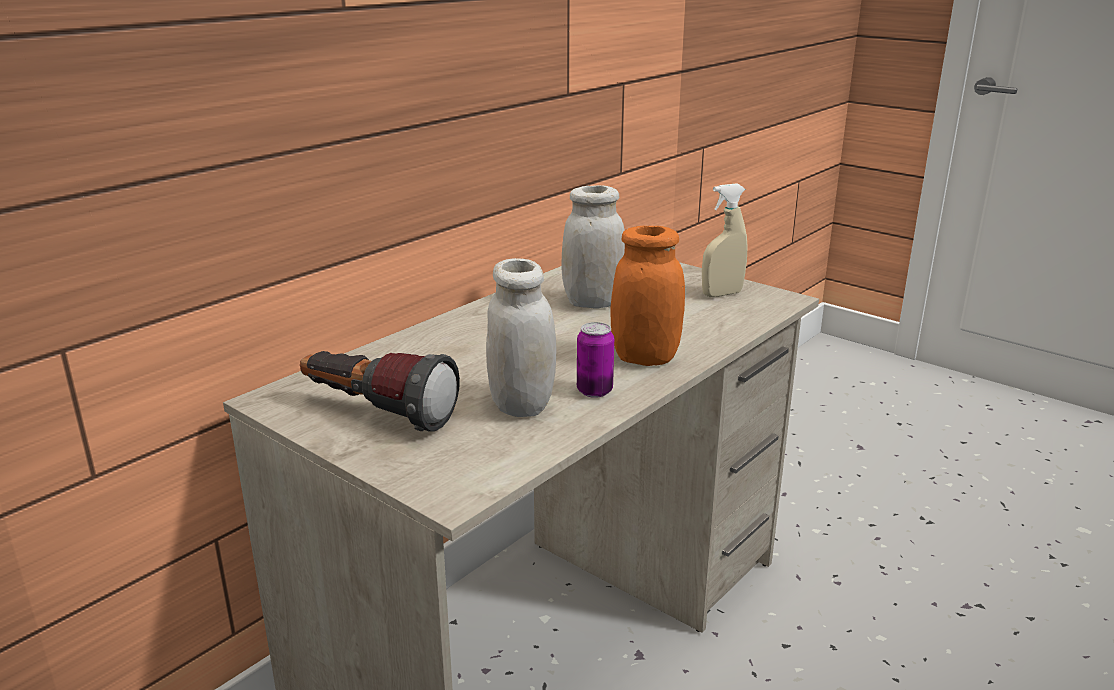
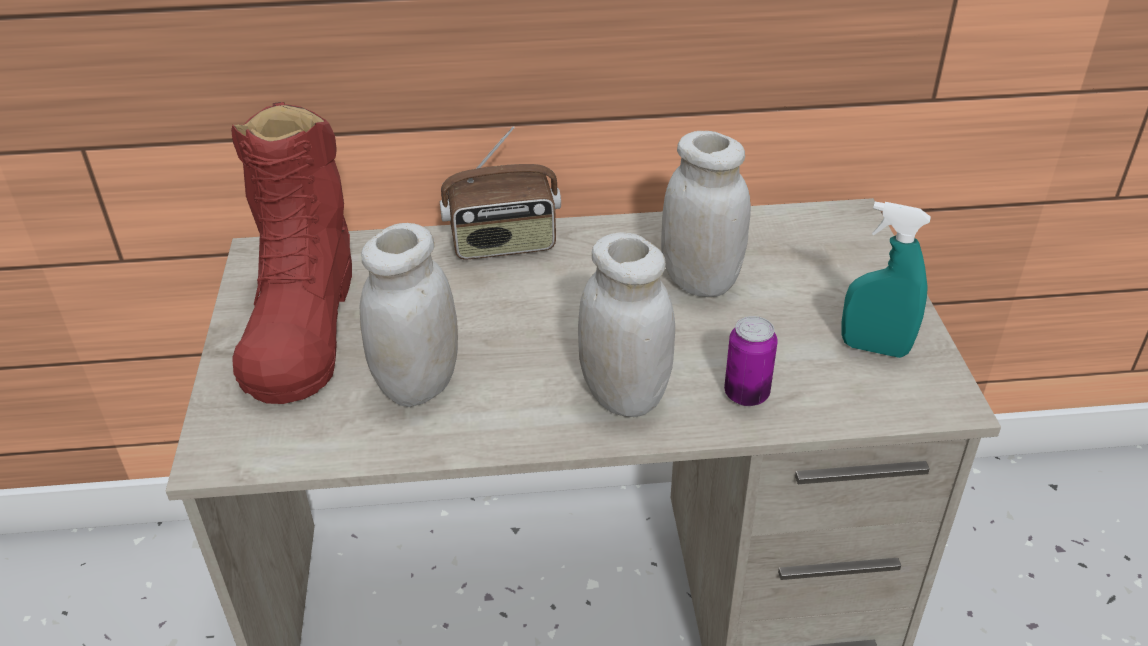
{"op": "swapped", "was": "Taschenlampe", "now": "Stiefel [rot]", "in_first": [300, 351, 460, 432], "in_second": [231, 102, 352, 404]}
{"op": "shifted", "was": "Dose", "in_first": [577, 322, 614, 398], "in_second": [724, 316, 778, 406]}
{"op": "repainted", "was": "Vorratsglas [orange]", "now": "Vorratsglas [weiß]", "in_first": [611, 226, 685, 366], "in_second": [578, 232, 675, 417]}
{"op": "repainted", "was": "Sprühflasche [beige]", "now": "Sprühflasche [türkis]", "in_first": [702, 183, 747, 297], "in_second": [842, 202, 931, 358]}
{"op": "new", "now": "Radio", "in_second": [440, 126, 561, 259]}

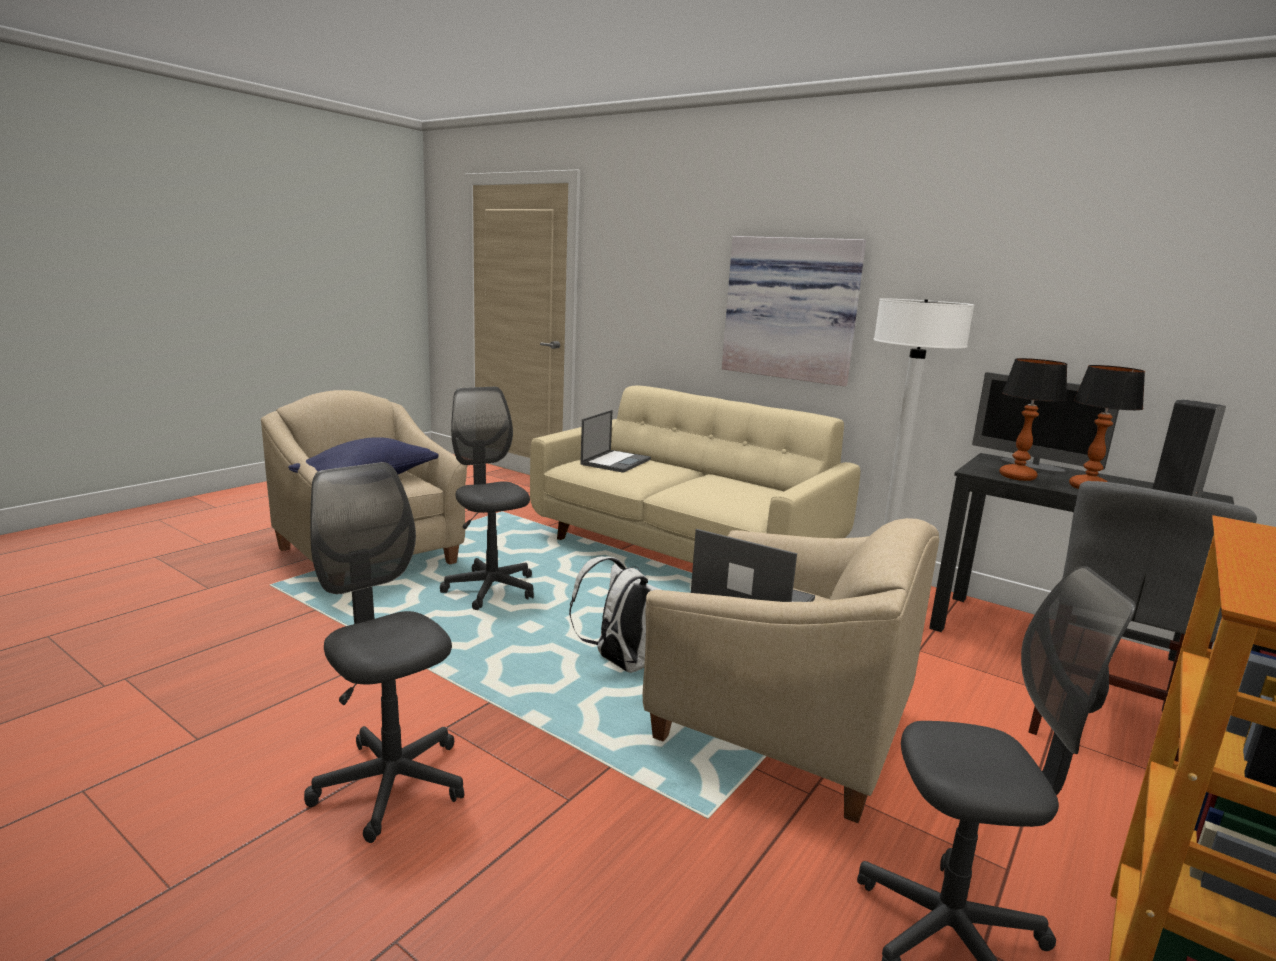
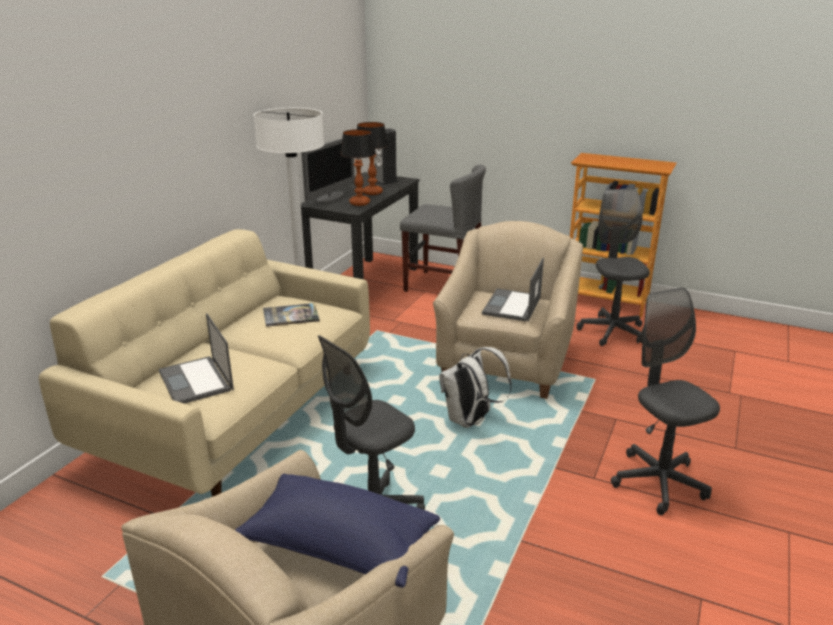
{"op": "rotated", "was": "Bürostuhl [grau]", "in_first": [304, 462, 464, 843], "in_second": [611, 287, 720, 515], "clockwise": 120}
{"op": "rotated", "was": "Laptop", "in_first": [580, 410, 651, 473], "in_second": [159, 313, 234, 404], "clockwise": -135}
{"op": "gone", "was": "Bild", "in_first": [722, 236, 866, 386]}
{"op": "new", "now": "Buch", "in_second": [263, 303, 320, 327]}

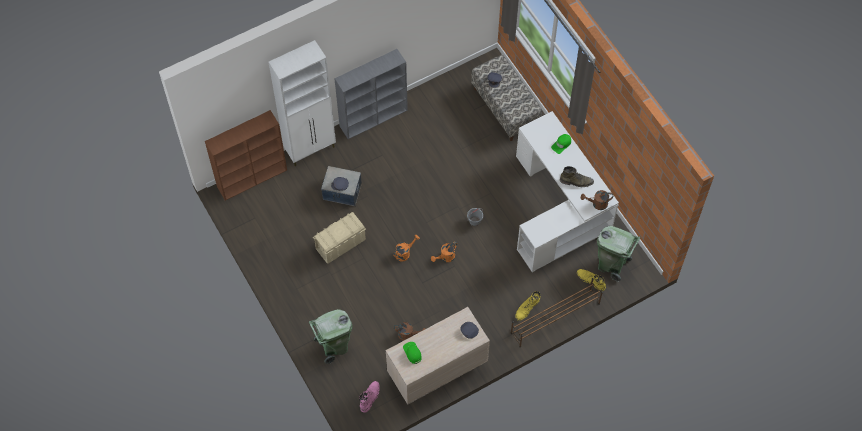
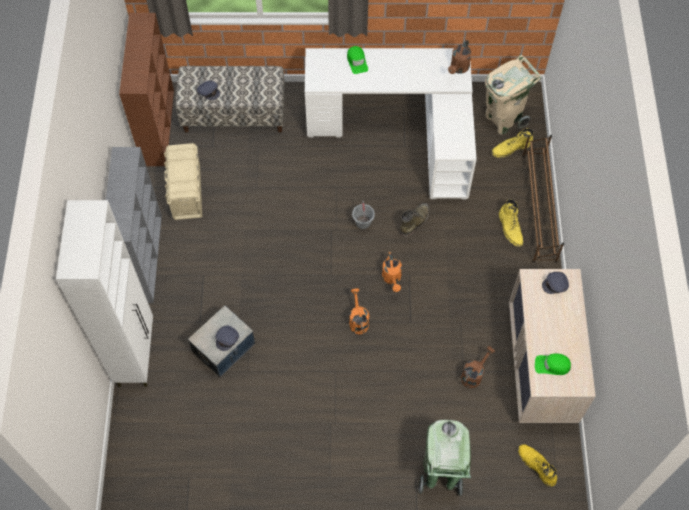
{"op": "shifted", "was": "Bücherregal [braun]", "in_first": [205, 110, 287, 200], "in_second": [119, 13, 174, 166]}
{"op": "shifted", "was": "Aufbewahrungsbox [beige]", "in_first": [313, 212, 366, 264], "in_second": [164, 143, 202, 220]}
{"op": "repainted", "was": "Stiefel [rosa]", "now": "Stiefel [gelb]", "in_first": [359, 381, 380, 413], "in_second": [518, 444, 557, 487]}
{"op": "shifted", "was": "Stiefel [grün]", "in_first": [560, 166, 594, 187], "in_second": [400, 203, 430, 238]}
{"op": "repainted", "was": "Mülleimer [grün]", "now": "Mülleimer [beige]", "in_first": [597, 226, 641, 282], "in_second": [485, 54, 541, 135]}

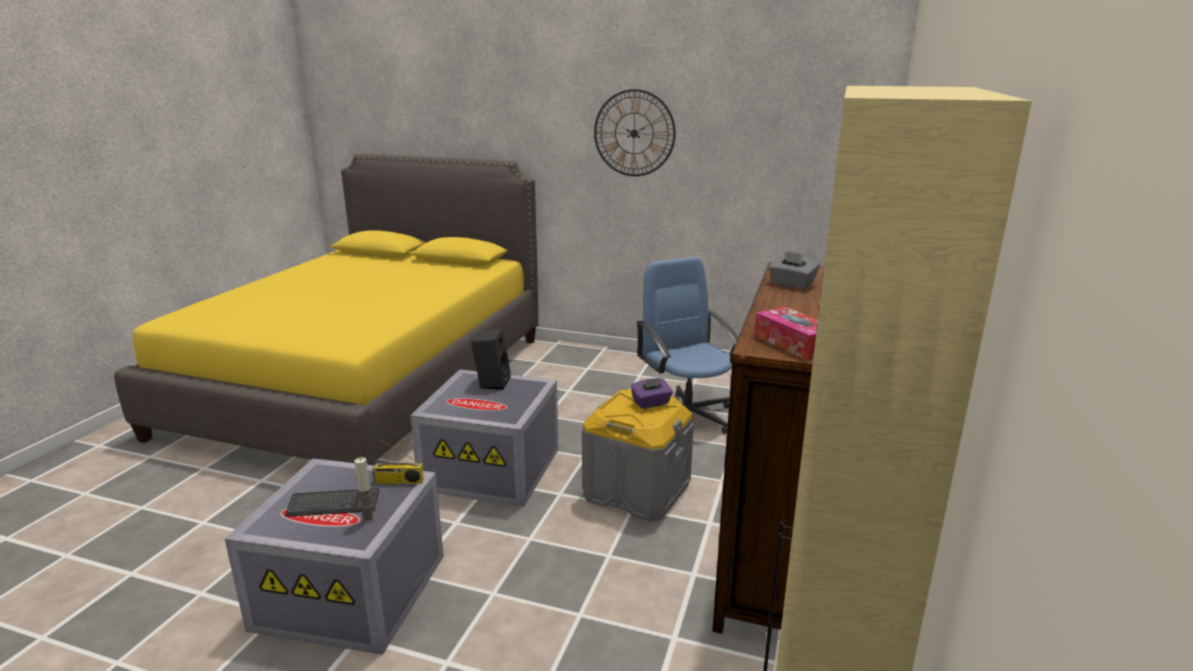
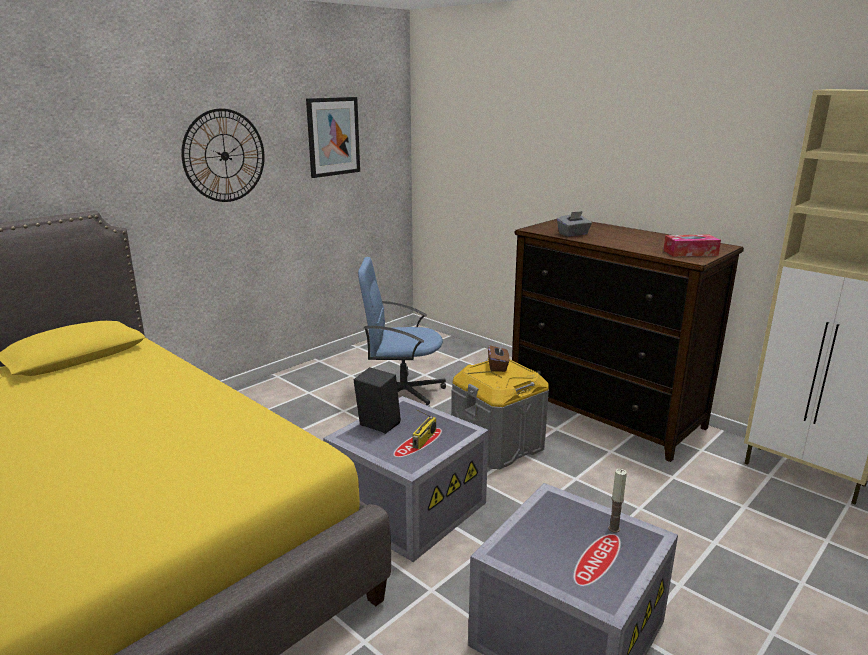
{"op": "gone", "was": "Tastatur", "in_first": [285, 488, 379, 517]}
{"op": "shifted", "was": "Radio", "in_first": [372, 440, 424, 484], "in_second": [413, 409, 436, 449]}
{"op": "repainted", "was": "Taschentuchbox [lila]", "now": "Taschentuchbox [braun]", "in_first": [631, 378, 673, 409], "in_second": [488, 344, 509, 372]}
{"op": "new", "now": "Bild", "in_second": [306, 97, 360, 178]}

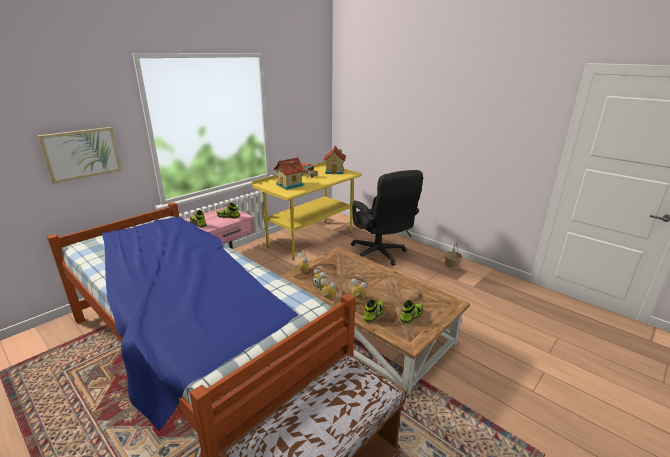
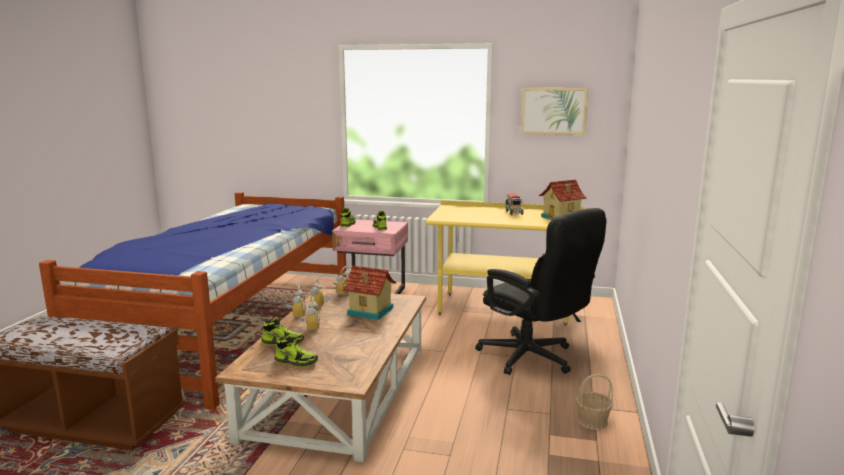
{"op": "shifted", "was": "Bild", "in_first": [37, 127, 122, 184], "in_second": [521, 88, 588, 135]}
{"op": "shifted", "was": "Spielzeughaus", "in_first": [273, 157, 305, 190], "in_second": [343, 266, 396, 320]}
{"op": "rotated", "was": "Bürostuhl [schwarz]", "in_first": [351, 170, 423, 266], "in_second": [475, 208, 607, 375], "clockwise": -75}

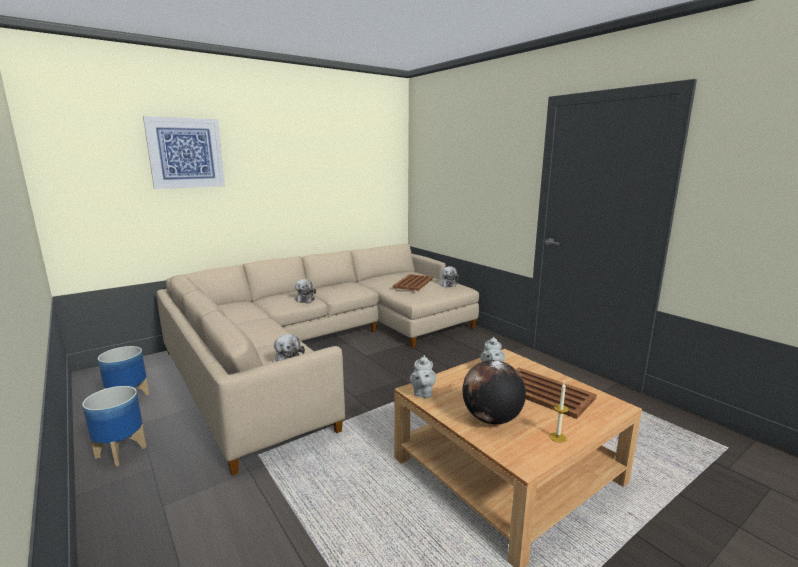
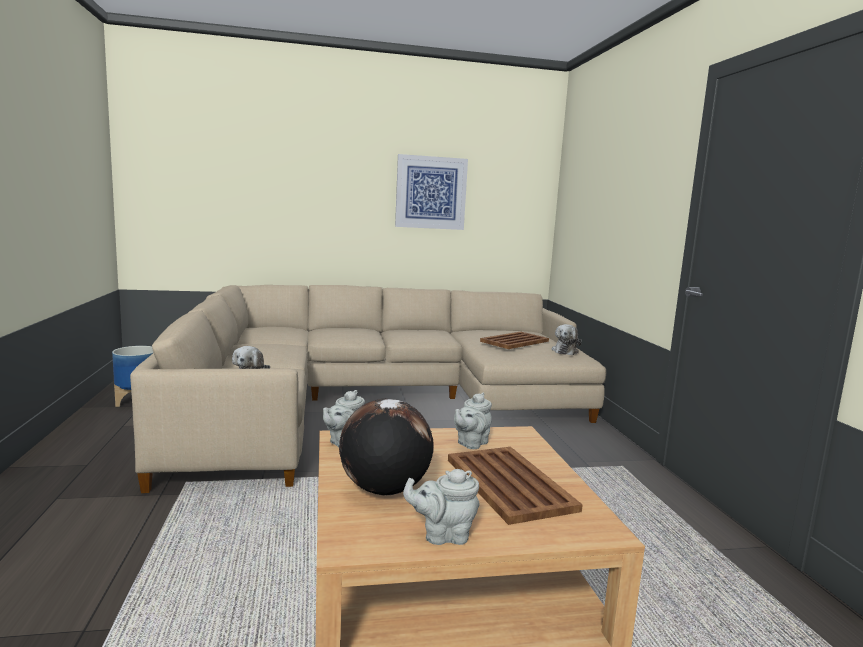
{"op": "gone", "was": "Pflanzkübel", "in_first": [82, 386, 147, 467]}
{"op": "shifted", "was": "Bild", "in_first": [143, 116, 225, 189], "in_second": [395, 154, 468, 230]}
{"op": "gone", "was": "Plüschtier", "in_first": [294, 279, 316, 303]}
{"op": "swapped", "was": "Kerze", "now": "Teekanne [grau]", "in_first": [549, 383, 569, 443], "in_second": [403, 469, 479, 545]}

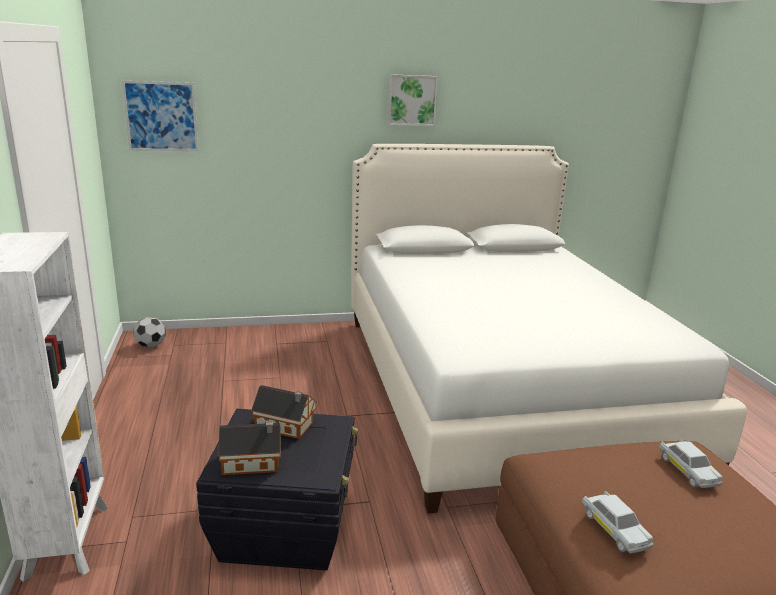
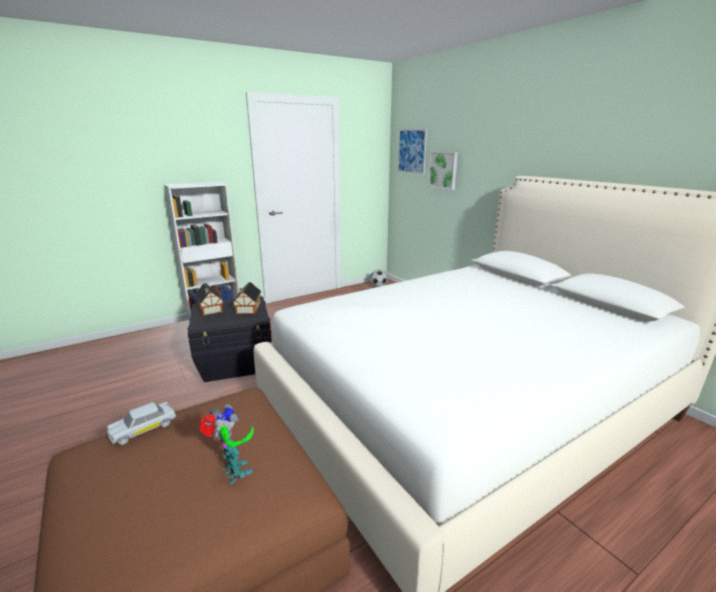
{"op": "shifted", "was": "Bild", "in_first": [388, 74, 438, 126], "in_second": [428, 152, 458, 190]}
{"op": "swapped", "was": "Spielzeugauto [weiß]", "now": "Spielzeugroboter", "in_first": [659, 440, 723, 488], "in_second": [199, 404, 254, 484]}

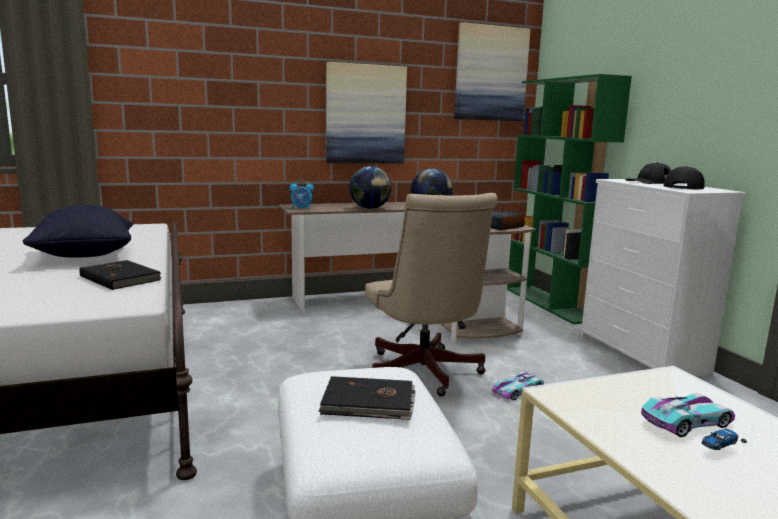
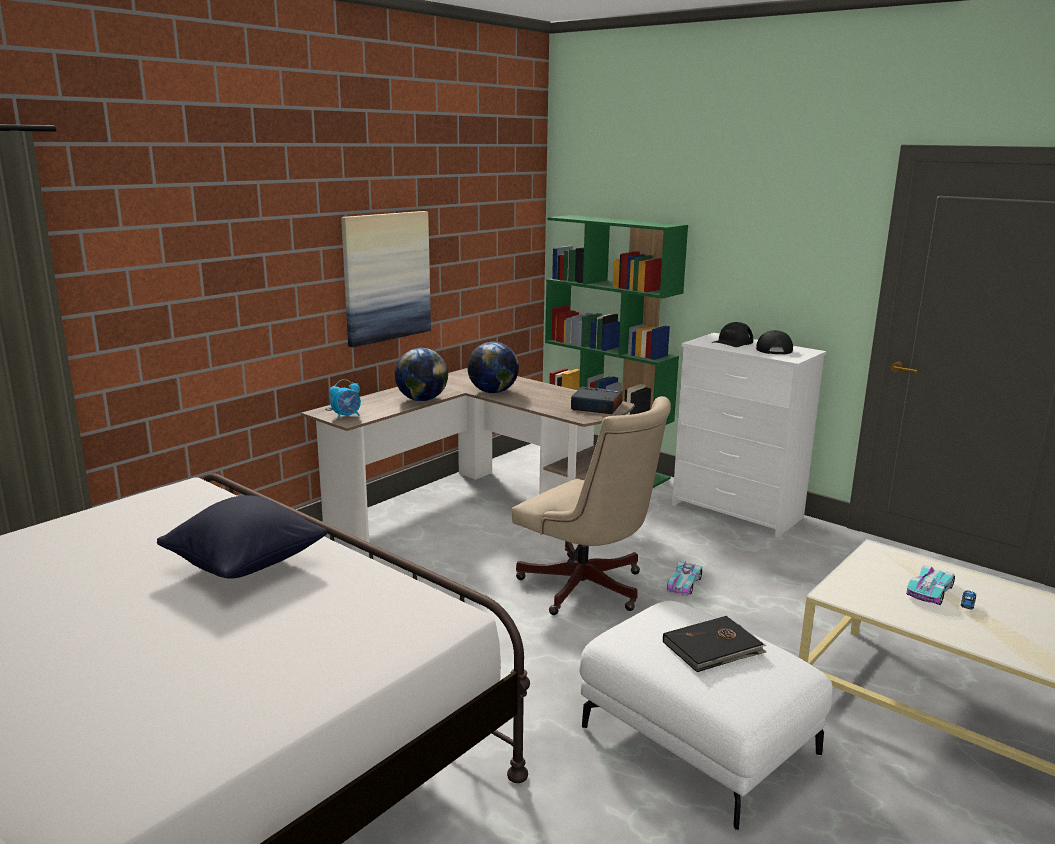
{"op": "gone", "was": "Buch [schwarz]", "in_first": [79, 260, 162, 290]}
{"op": "gone", "was": "Bild", "in_first": [454, 22, 531, 121]}

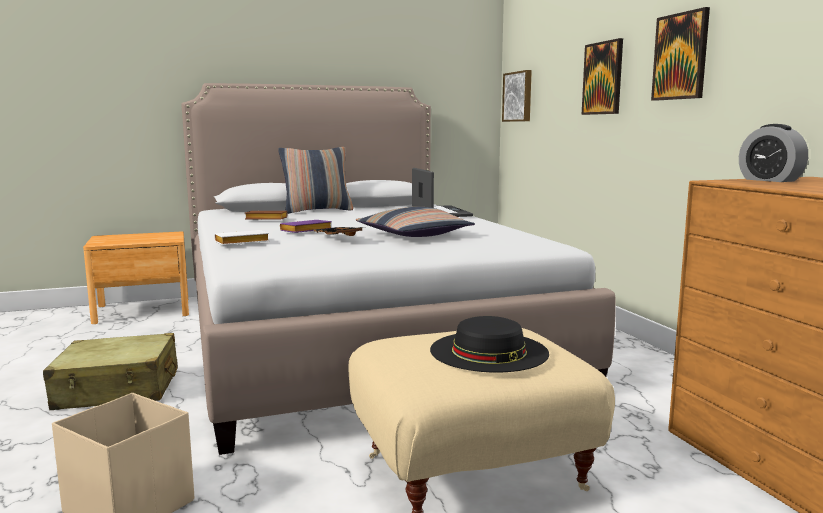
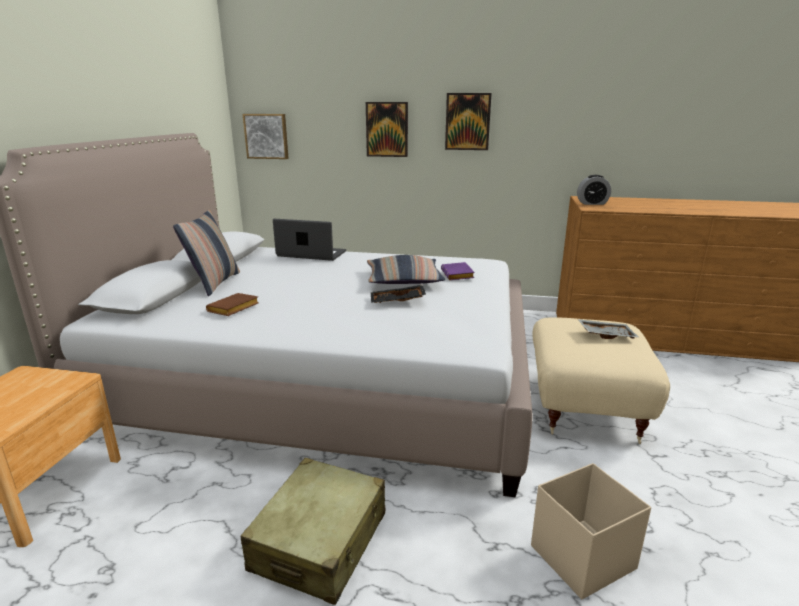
{"op": "gone", "was": "Buch [weiß]", "in_first": [215, 230, 269, 245]}
{"op": "shifted", "was": "Buch [lila]", "in_first": [280, 220, 332, 233], "in_second": [441, 262, 475, 280]}
{"op": "swapped", "was": "Hut [schwarz]", "now": "Tablett [grau]", "in_first": [430, 316, 549, 372], "in_second": [578, 319, 640, 339]}

